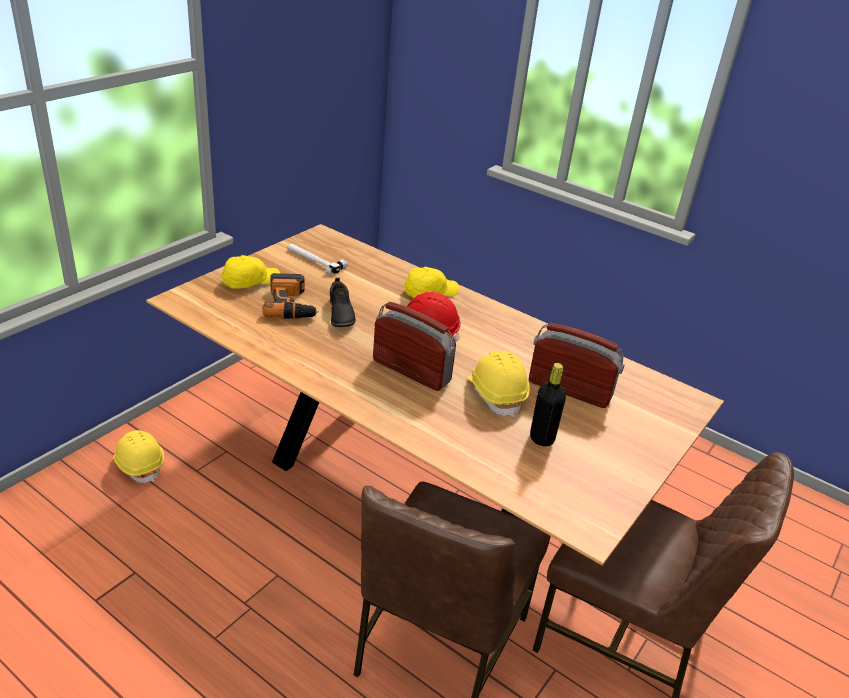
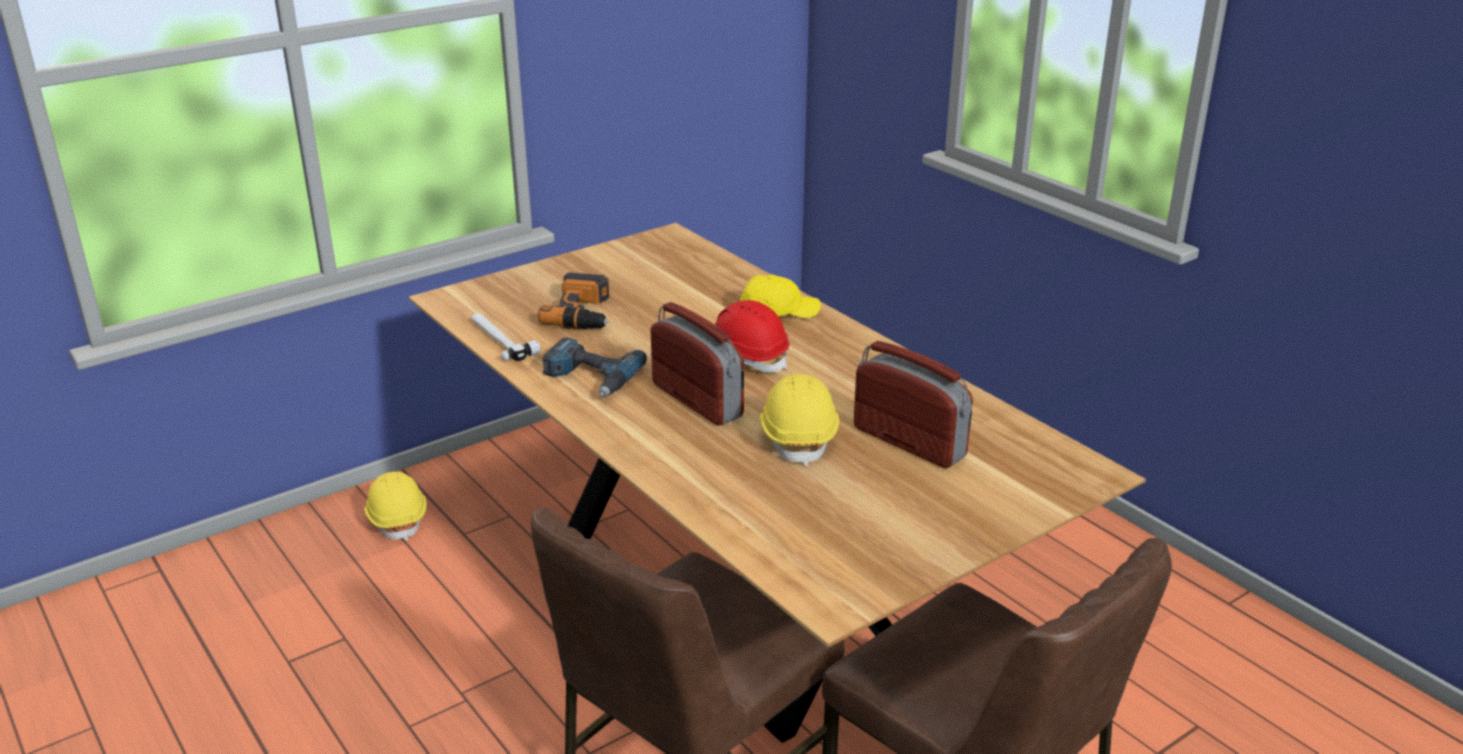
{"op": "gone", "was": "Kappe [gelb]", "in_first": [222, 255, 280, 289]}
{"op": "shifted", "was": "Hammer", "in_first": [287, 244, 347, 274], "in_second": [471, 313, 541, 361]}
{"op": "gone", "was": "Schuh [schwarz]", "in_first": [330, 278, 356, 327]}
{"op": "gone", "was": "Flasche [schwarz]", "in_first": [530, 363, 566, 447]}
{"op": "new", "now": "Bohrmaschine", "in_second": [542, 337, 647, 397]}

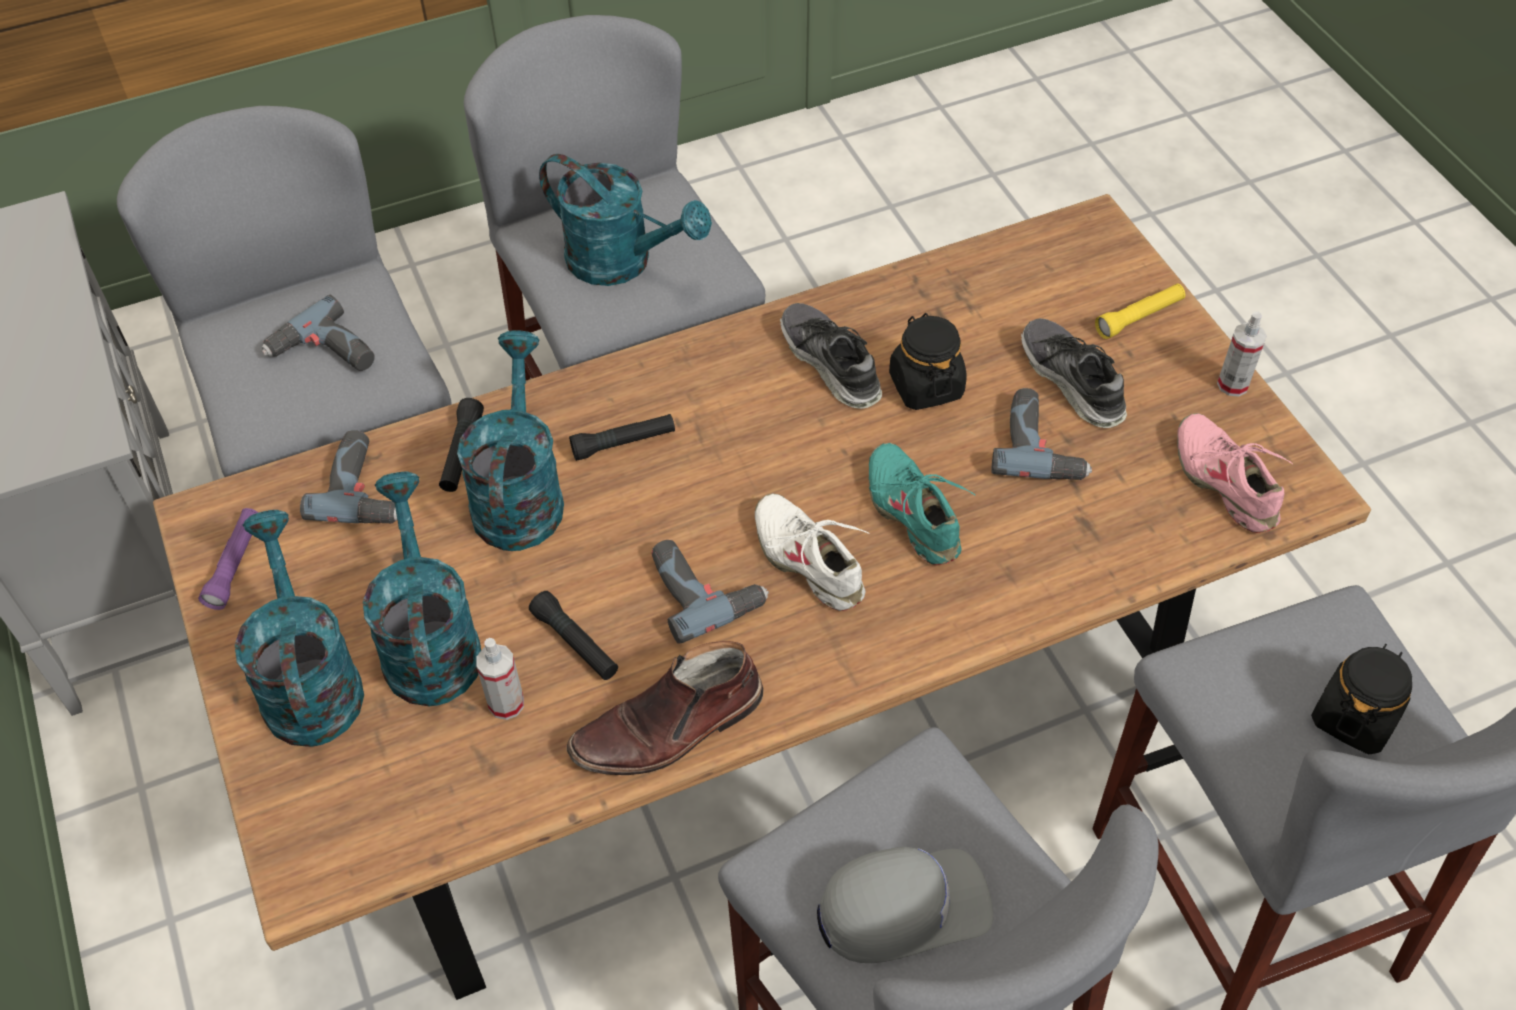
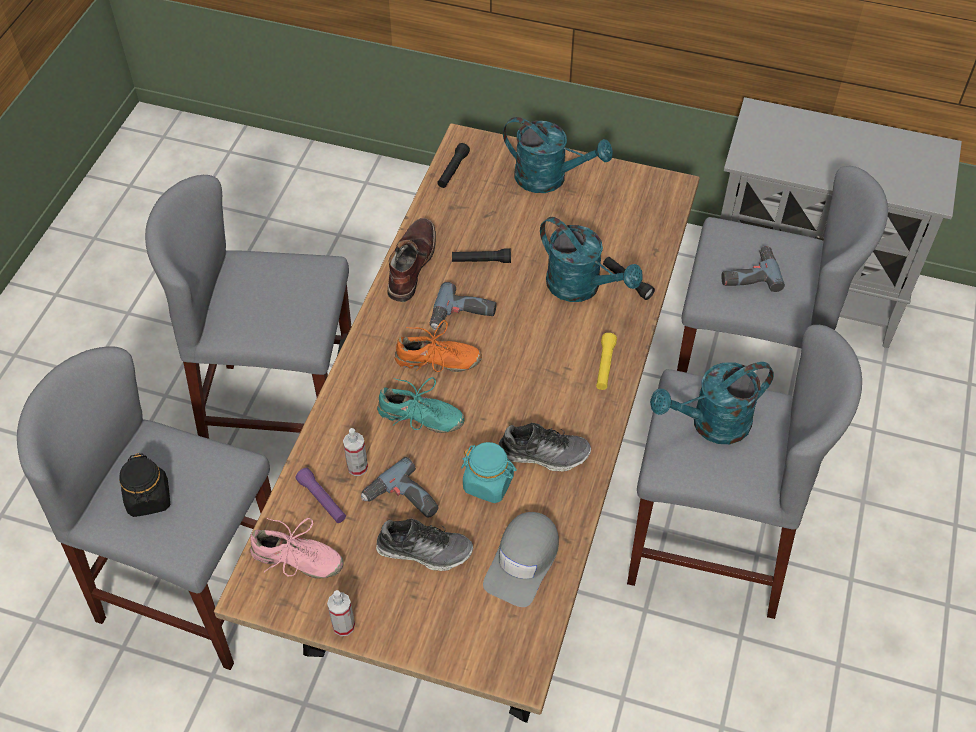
{"op": "shifted", "was": "Taschenlampe [lila]", "in_first": [198, 508, 258, 610], "in_second": [295, 468, 346, 523]}
{"op": "gone", "was": "Bohrmaschine", "in_first": [300, 430, 397, 523]}
{"op": "gone", "was": "Gießkanne [türkis]", "in_first": [363, 472, 481, 706]}
{"op": "shifted", "was": "Sprühflasche", "in_first": [476, 638, 524, 720], "in_second": [343, 428, 368, 476]}
{"op": "shifted", "was": "Taschenlampe [schwarz]", "in_first": [569, 414, 675, 461], "in_second": [437, 143, 470, 188]}
{"op": "repainted", "was": "Schuh [weiß]", "now": "Schuh [orange]", "in_first": [755, 493, 869, 611], "in_second": [395, 320, 482, 372]}
{"op": "shifted", "was": "Kappe [grau]", "in_first": [817, 847, 993, 963], "in_second": [483, 512, 559, 607]}
{"op": "repainted", "was": "Vorratsglas [schwarz]", "now": "Vorratsglas [türkis]", "in_first": [889, 313, 967, 410], "in_second": [461, 442, 517, 503]}
{"op": "shifted", "was": "Taschenlampe [gelb]", "in_first": [1095, 284, 1186, 339], "in_second": [596, 333, 617, 390]}

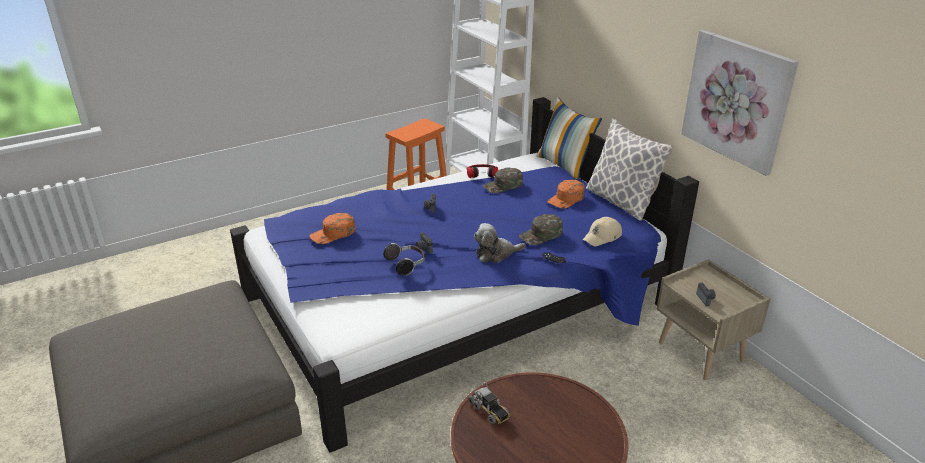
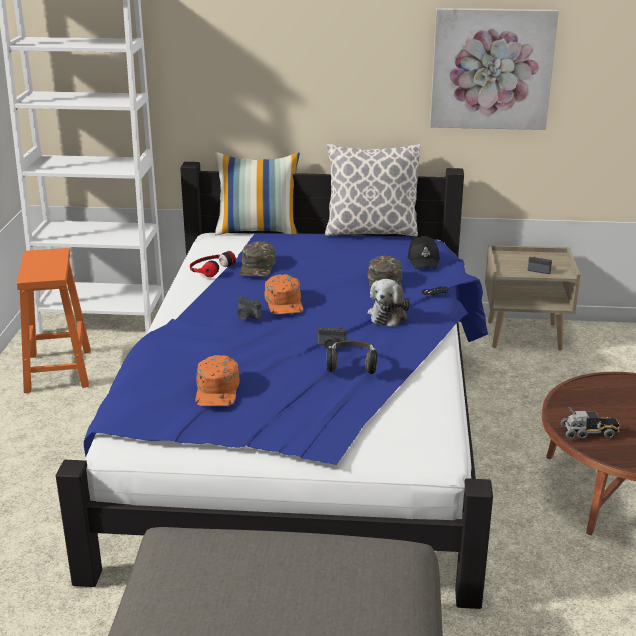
{"op": "shifted", "was": "Kappe [orange]", "in_first": [547, 180, 584, 209], "in_second": [265, 274, 303, 315]}
{"op": "repainted", "was": "Kappe [beige]", "now": "Kappe [schwarz]", "in_first": [583, 217, 622, 246], "in_second": [408, 236, 440, 269]}

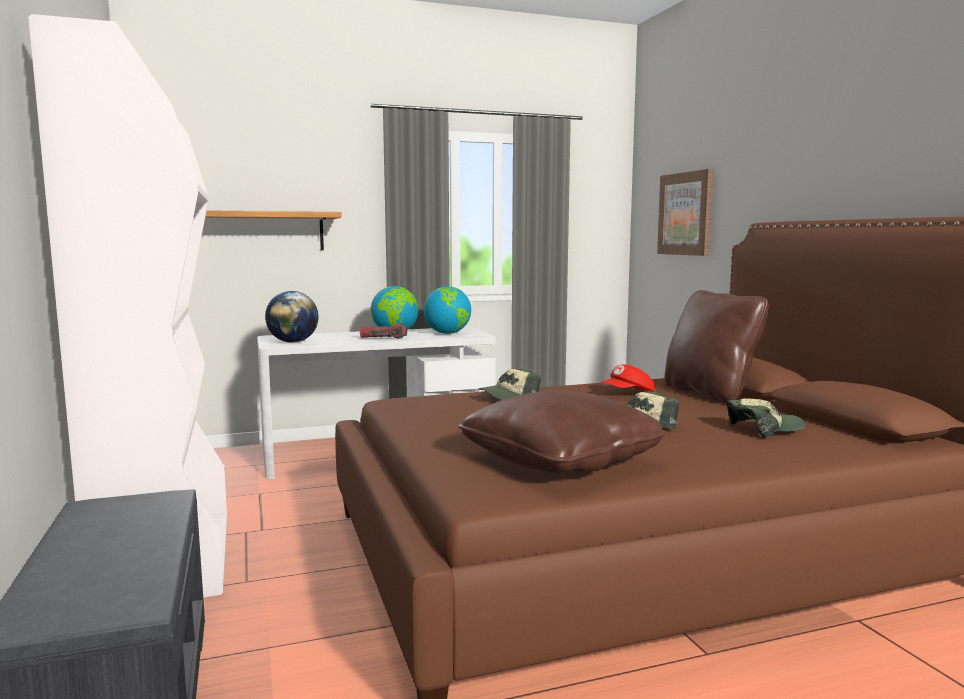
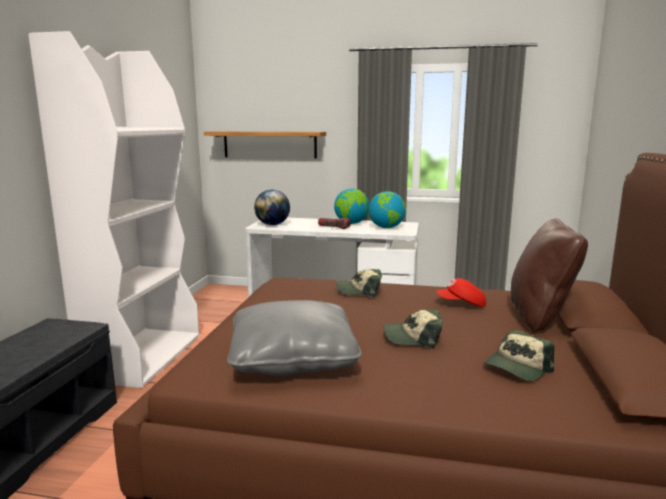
{"op": "repainted", "was": "Kissen [braun]", "now": "Kissen [grau]", "in_first": [458, 390, 666, 473], "in_second": [227, 300, 362, 376]}
{"op": "gone", "was": "Bild", "in_first": [657, 169, 714, 256]}
{"op": "rotated", "was": "Kappe", "in_first": [727, 399, 805, 438], "in_second": [484, 330, 554, 381], "clockwise": 120}

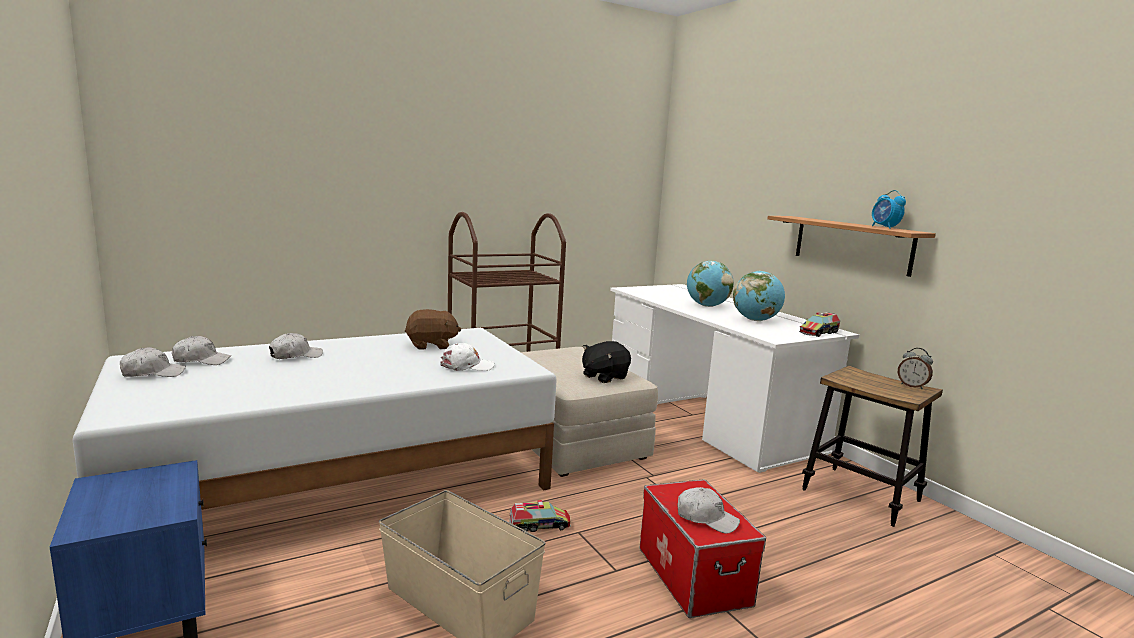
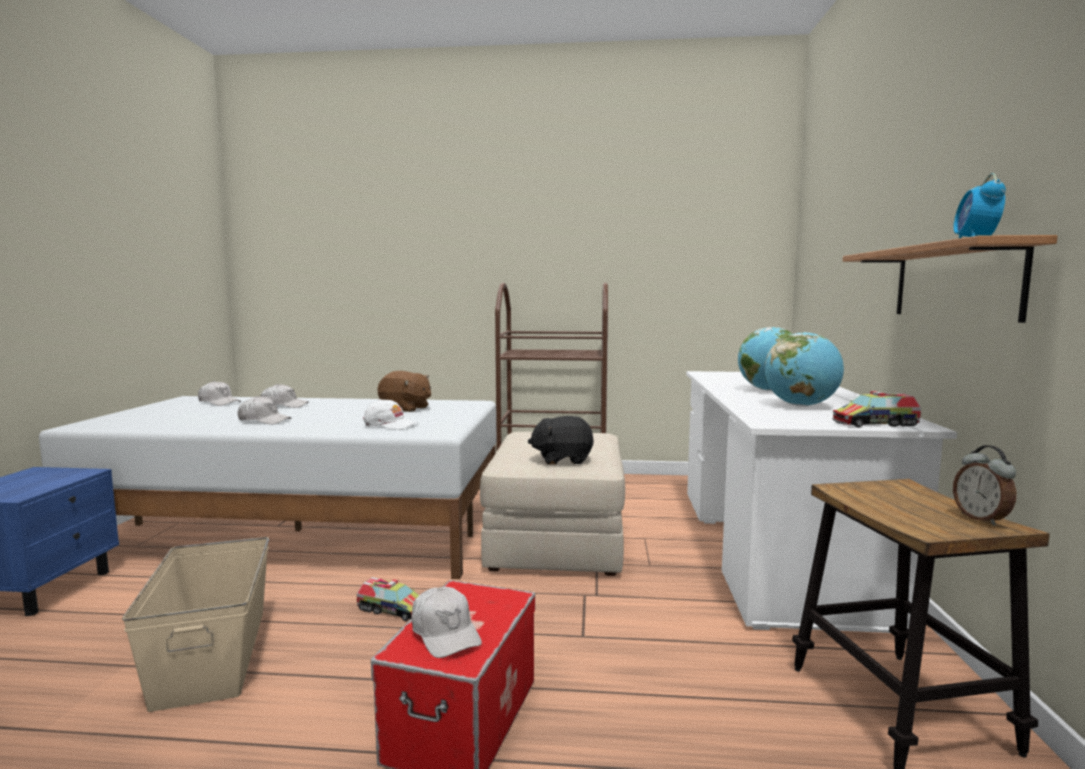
{"op": "shifted", "was": "Kappe [weiß]", "in_first": [120, 347, 186, 377], "in_second": [237, 396, 291, 425]}

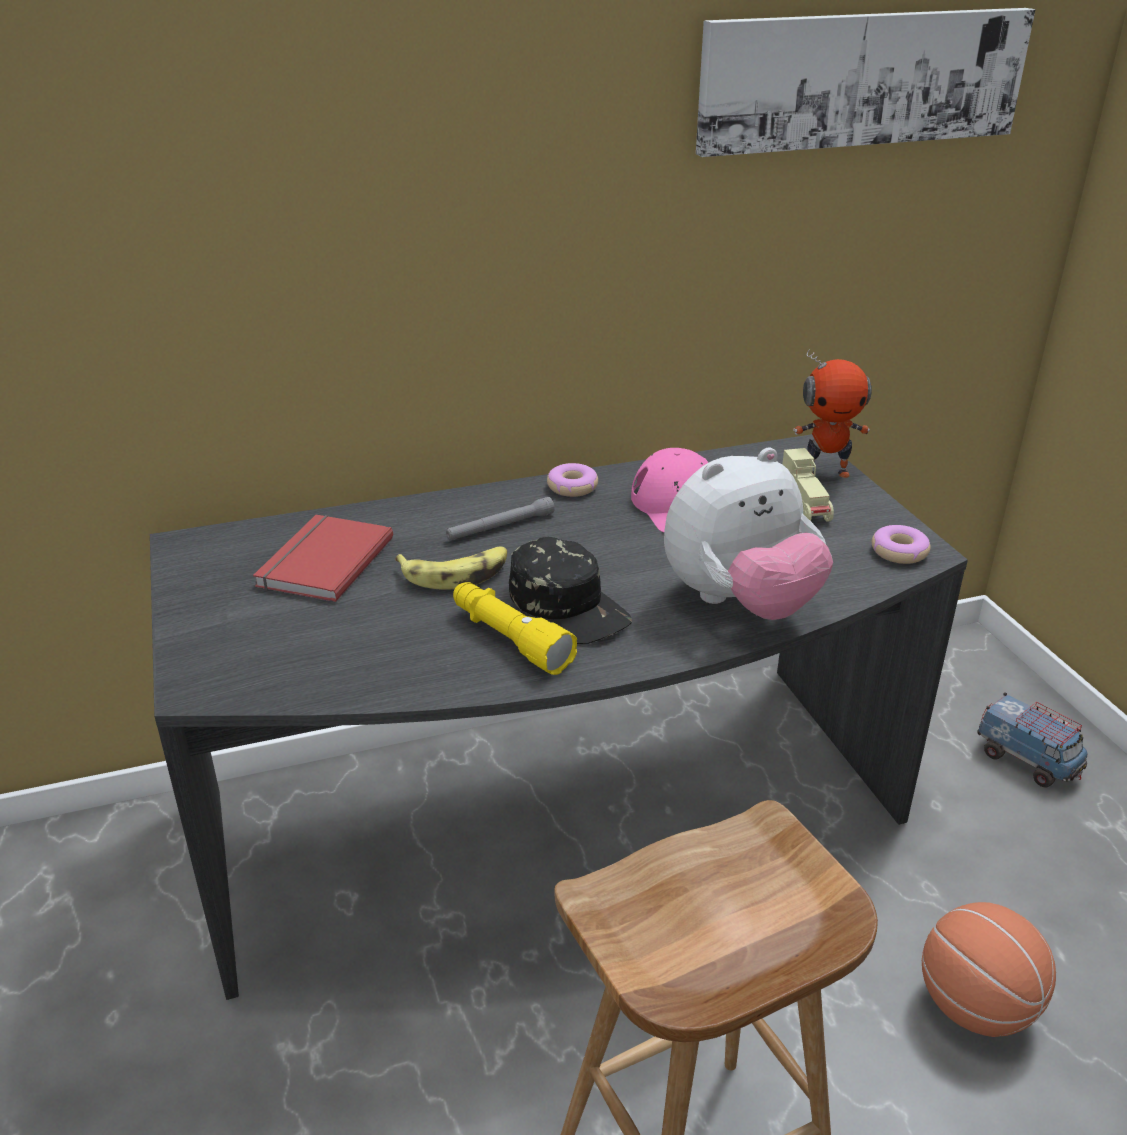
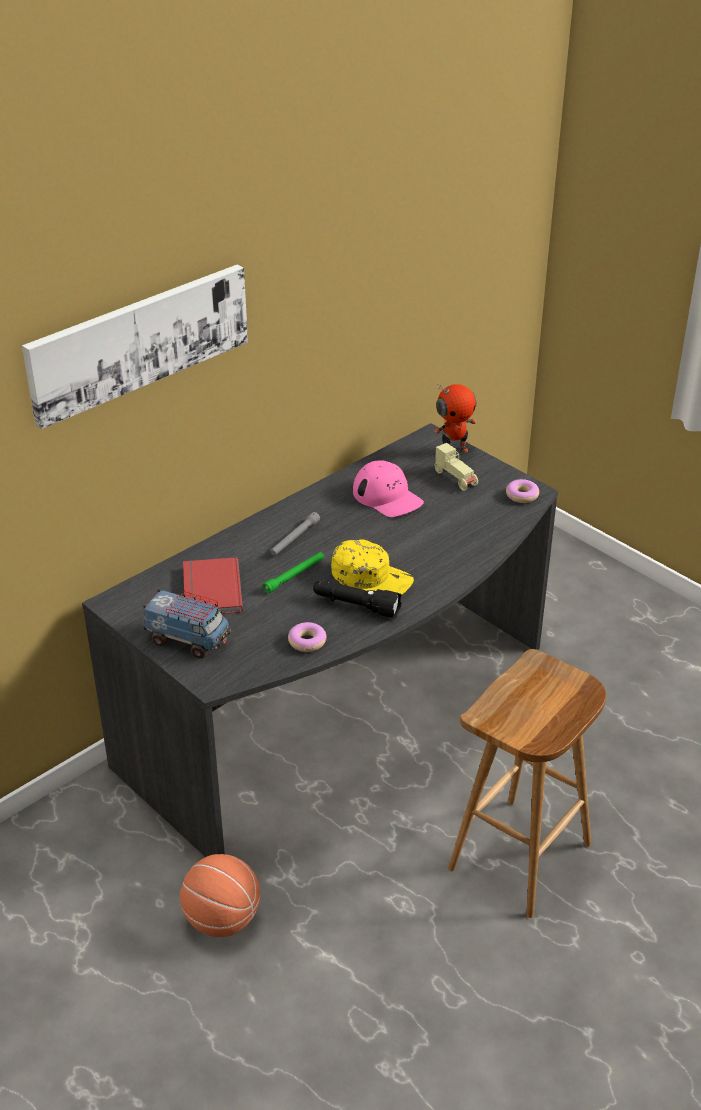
{"op": "swapped", "was": "Banane", "now": "Taschenlampe [grün]", "in_first": [395, 546, 507, 590], "in_second": [263, 552, 324, 593]}
{"op": "repainted", "was": "Taschenlampe [gelb]", "now": "Taschenlampe [schwarz]", "in_first": [453, 582, 577, 675], "in_second": [313, 580, 402, 618]}
{"op": "repainted", "was": "Kappe [schwarz]", "now": "Kappe [gelb]", "in_first": [509, 537, 632, 644], "in_second": [331, 539, 414, 594]}
{"op": "shifted", "was": "Donut", "in_first": [547, 463, 598, 497], "in_second": [288, 622, 326, 652]}
{"op": "gone", "was": "Plüschtier", "in_first": [664, 448, 833, 620]}
{"op": "shifted", "was": "Bild", "in_first": [696, 8, 1035, 157], "in_second": [22, 265, 248, 429]}
{"op": "shifted", "was": "Basketball", "in_first": [922, 902, 1056, 1037], "in_second": [180, 854, 260, 937]}
{"op": "shifted", "was": "Spielzeuglaster", "in_first": [977, 692, 1087, 788], "in_second": [143, 589, 231, 659]}

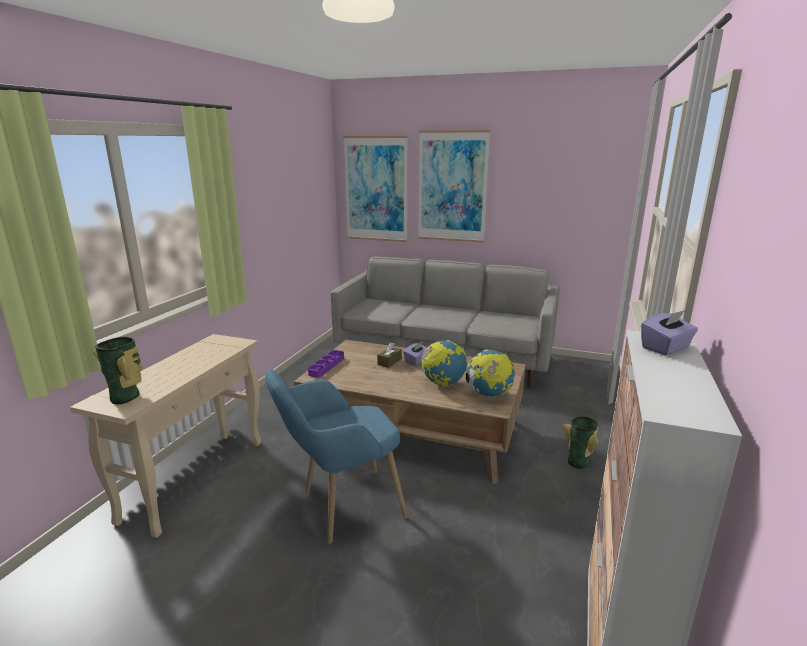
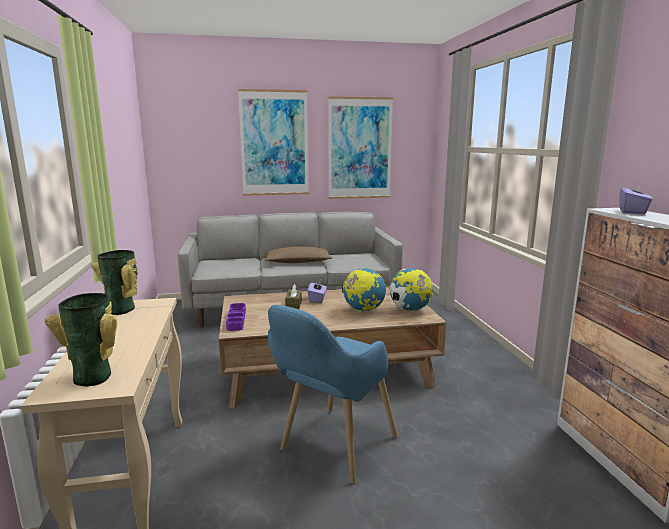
{"op": "shifted", "was": "Bild", "in_first": [343, 136, 408, 242], "in_second": [328, 96, 393, 199]}
{"op": "shifted", "was": "Vase", "in_first": [563, 416, 598, 469], "in_second": [91, 250, 138, 315]}
{"op": "new", "now": "Kissen [braun]", "in_second": [265, 247, 332, 263]}

